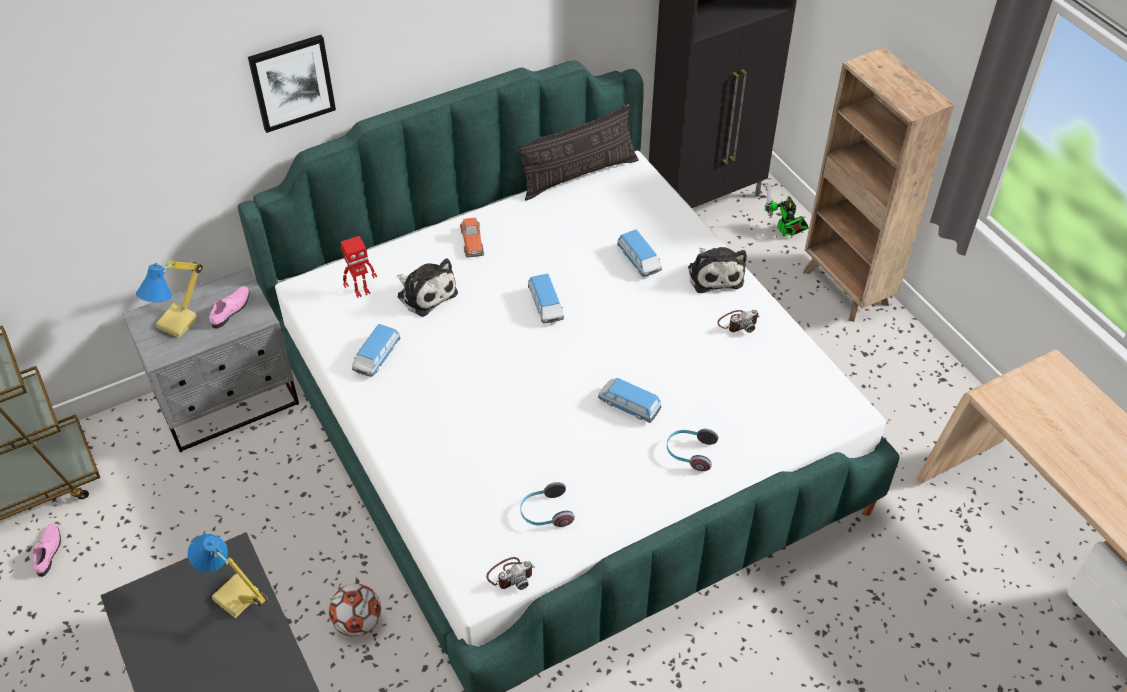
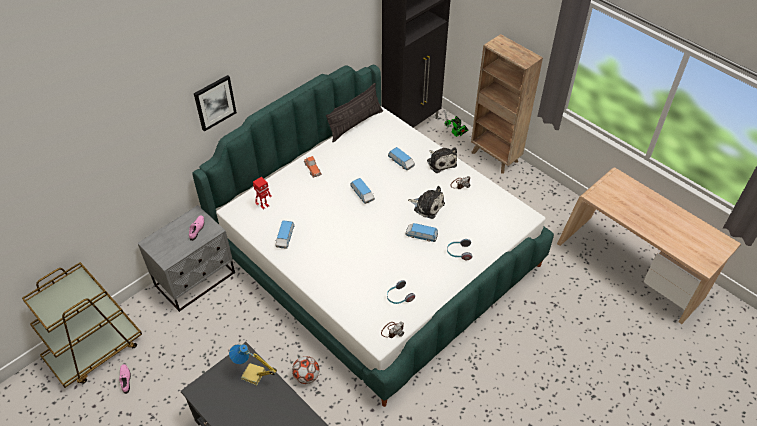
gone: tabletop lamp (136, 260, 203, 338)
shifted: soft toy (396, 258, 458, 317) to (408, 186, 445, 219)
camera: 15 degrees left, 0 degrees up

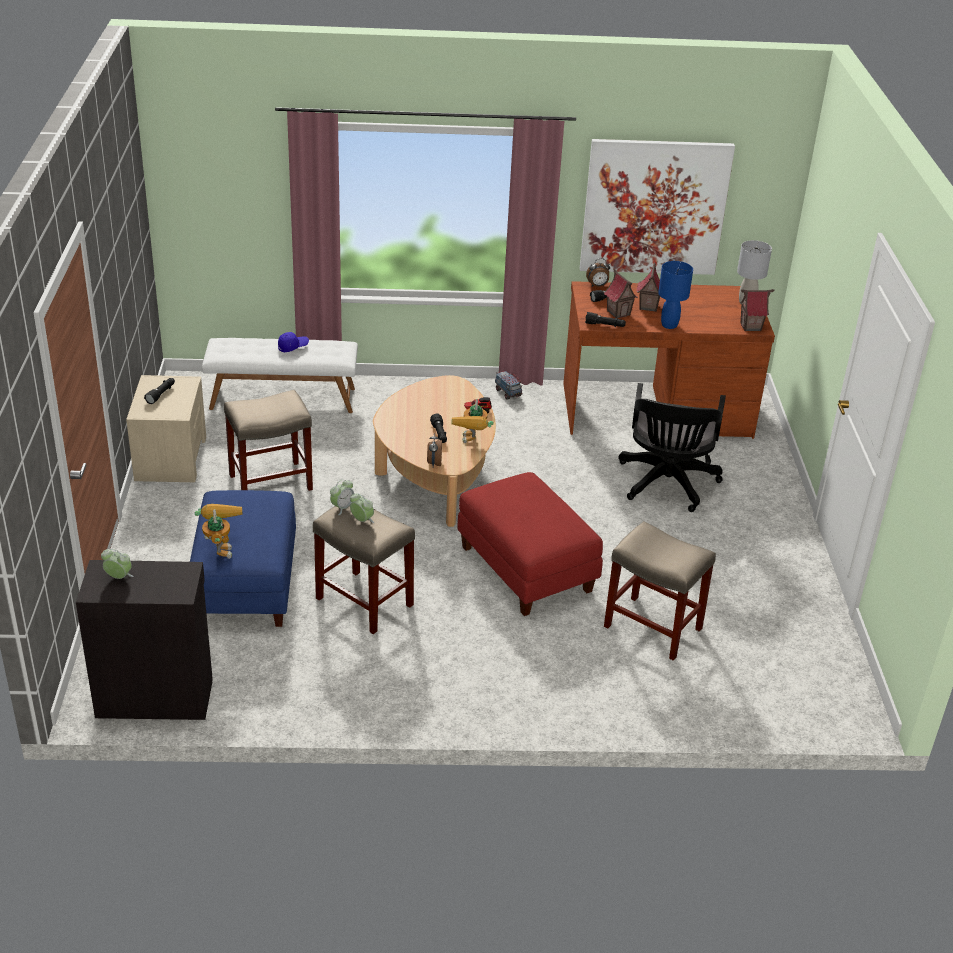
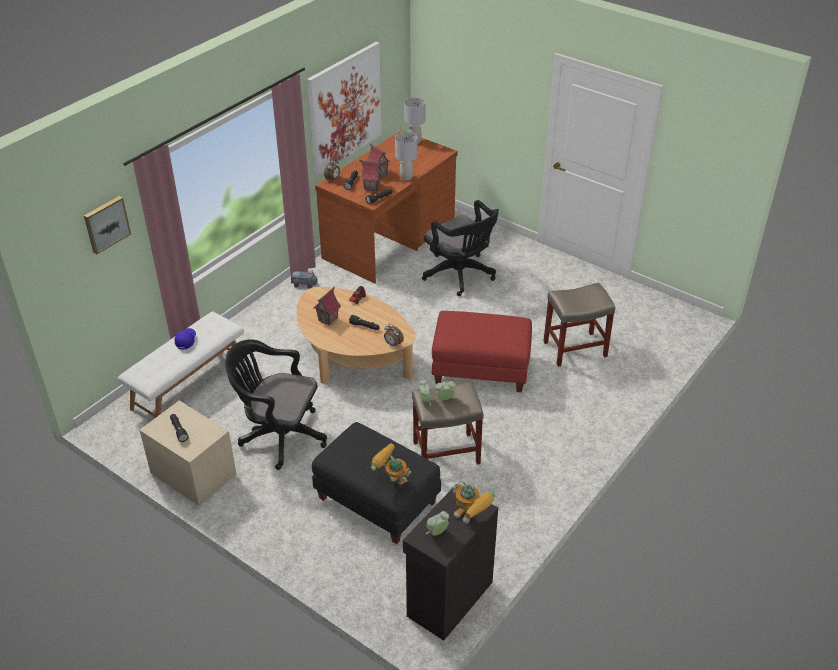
new: wall picture (84, 196, 131, 254)
shifted: model robot (451, 399, 494, 443) to (451, 481, 496, 524); toy house (740, 289, 774, 331) to (314, 286, 341, 326)
swapped: beige sitting stool (224, 390, 313, 491) to blackish desk chair (225, 339, 327, 470)
repainted: blue-coloured pouffe (190, 490, 296, 627) to blackish pouffe (312, 422, 441, 544); blue-coloured tabletop lamp (658, 261, 693, 329) to gray tabletop lamp (395, 132, 417, 181)
camera: 50 degrees left, 5 degrees up

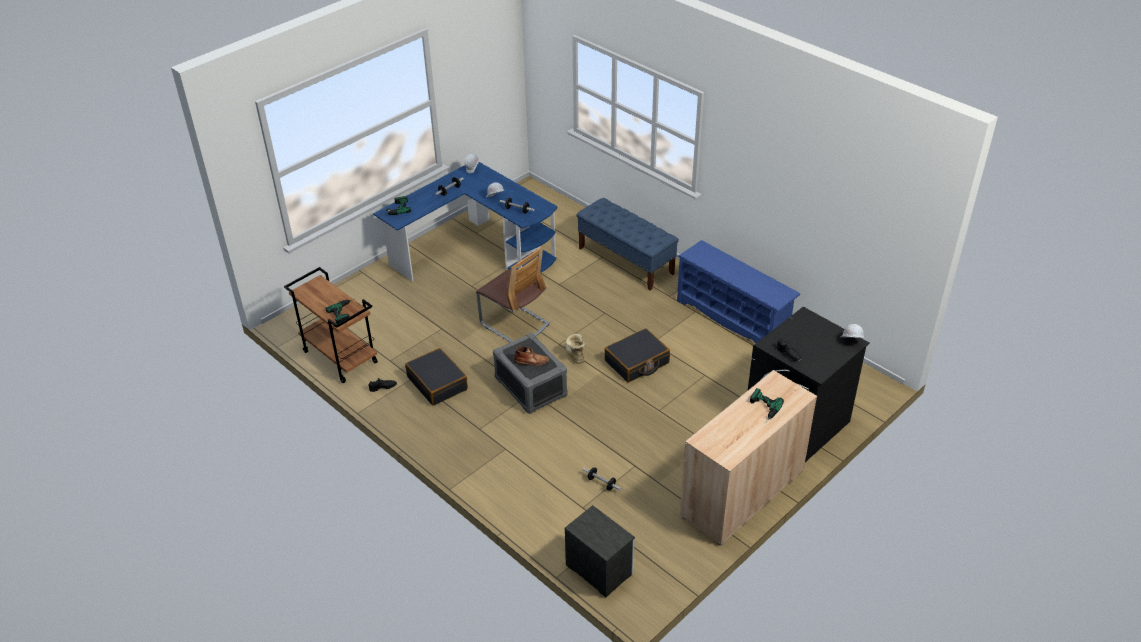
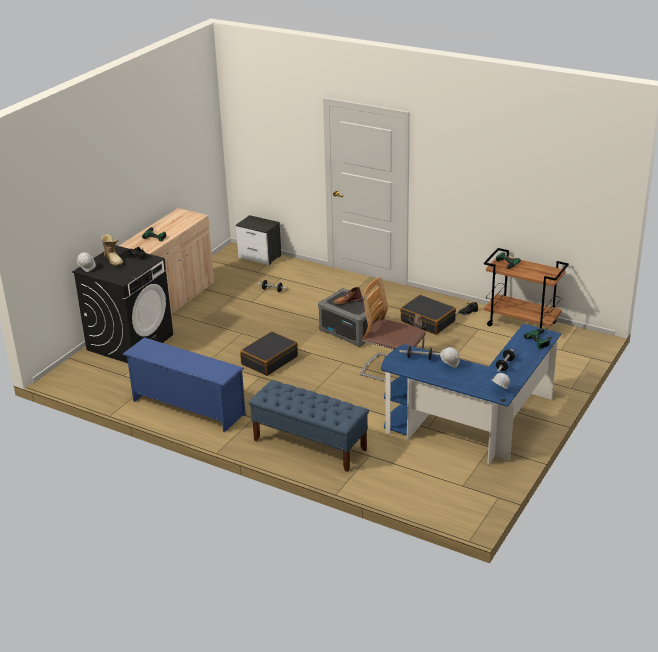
shifted: tall boot (565, 334, 585, 364) to (101, 234, 123, 267)
camera: 165 degrees right, 10 degrees down

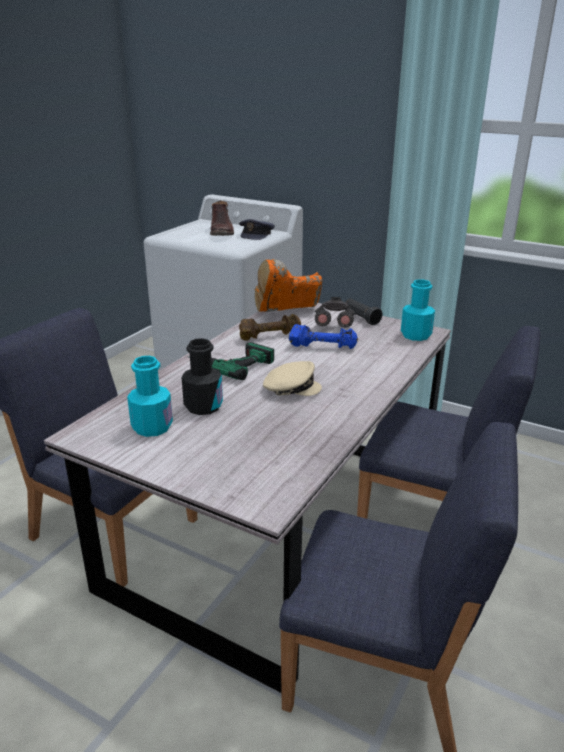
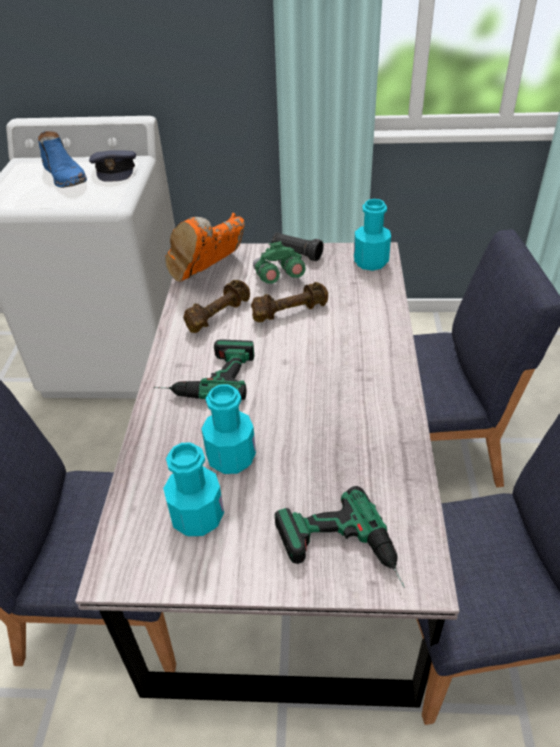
gone: beige cap (263, 361, 322, 396)
new: power drill (274, 486, 405, 588)
repainted: blackish drink bottle (182, 338, 223, 415) to blue-green drink bottle (202, 384, 256, 474); brownish tall boot (210, 201, 234, 236) to blue-coloured tall boot (38, 131, 87, 188); blue-coloured free weight (289, 324, 358, 349) to brownish free weight (251, 282, 328, 322); gray field glasses (315, 297, 355, 328) to green field glasses (253, 241, 306, 284)
camera: 25 degrees left, 15 degrees up

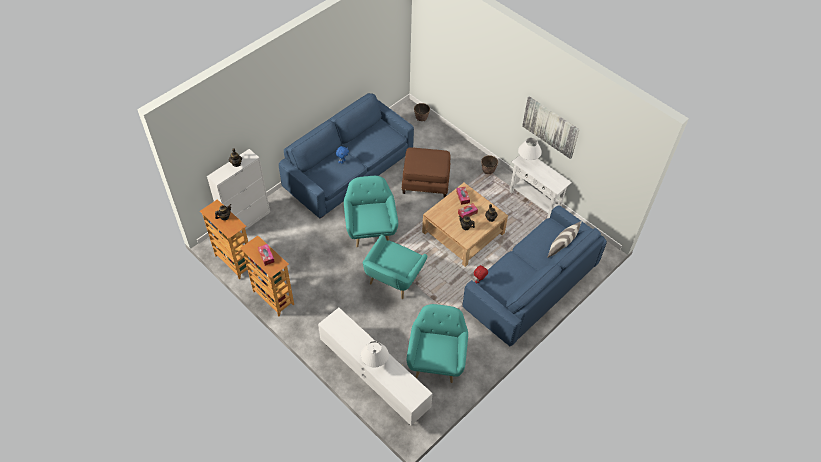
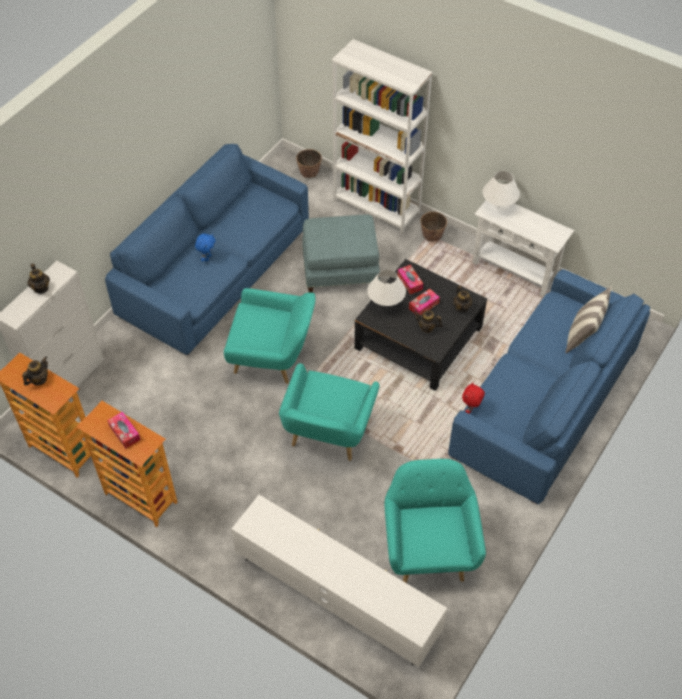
gone: wall picture (522, 96, 580, 159)
new: white bookcase (332, 39, 433, 234)
shifted: white tabletop lamp (361, 341, 389, 368) to (367, 269, 406, 306)
repainted: brownish pouffe (401, 147, 451, 198) to blue-coloured pouffe (302, 215, 380, 293); beige lounge table (422, 183, 508, 267) to blackish lounge table (354, 259, 487, 391)
rotated: blue-green easy chair (344, 176, 398, 248) = (224, 288, 315, 384) 120 degrees clockwise
camera: 10 degrees left, 0 degrees up

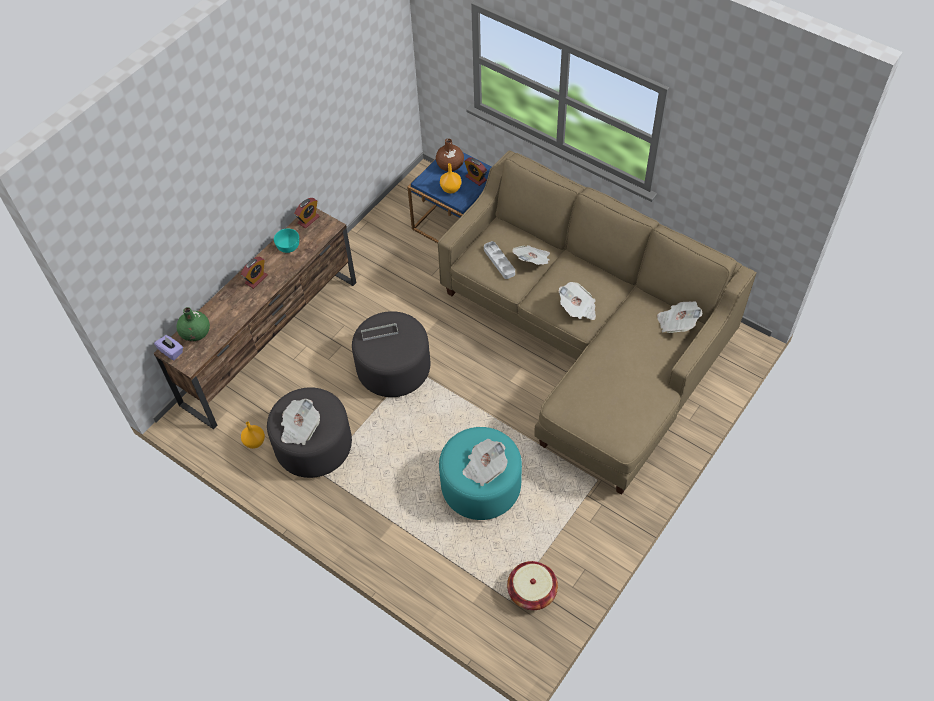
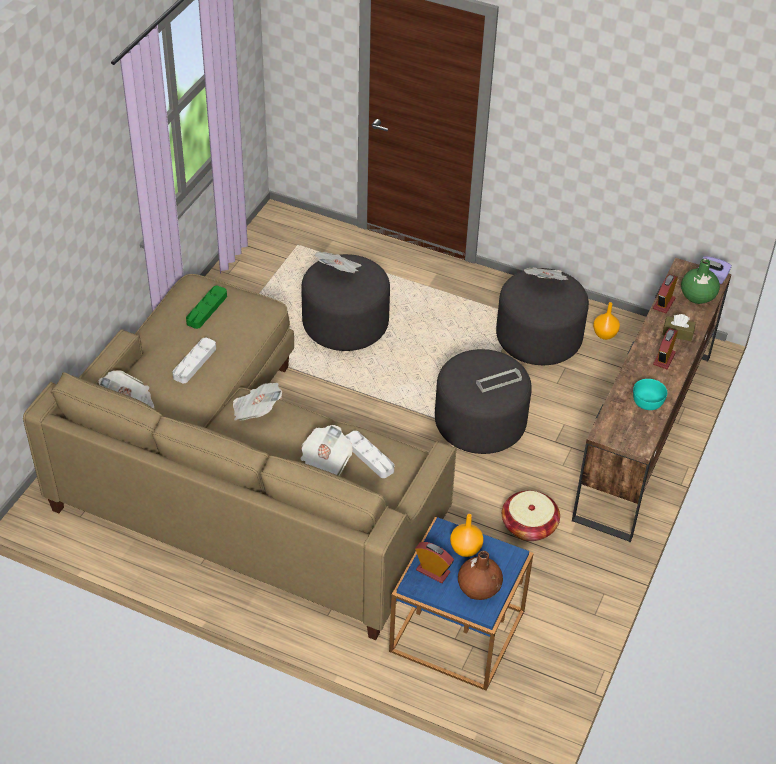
new: gray carrying tray (173, 338, 216, 383); green carrying tray (186, 286, 227, 329); brownish tissue box (662, 314, 696, 341)
shifted: alarm clock (294, 198, 320, 228) to (653, 274, 678, 313); storage basket (507, 561, 558, 610) to (502, 491, 560, 541)
repainted: blue-green pouffe (439, 427, 522, 520) to gray pouffe (301, 254, 390, 351)
camera: 165 degrees right, 10 degrees down

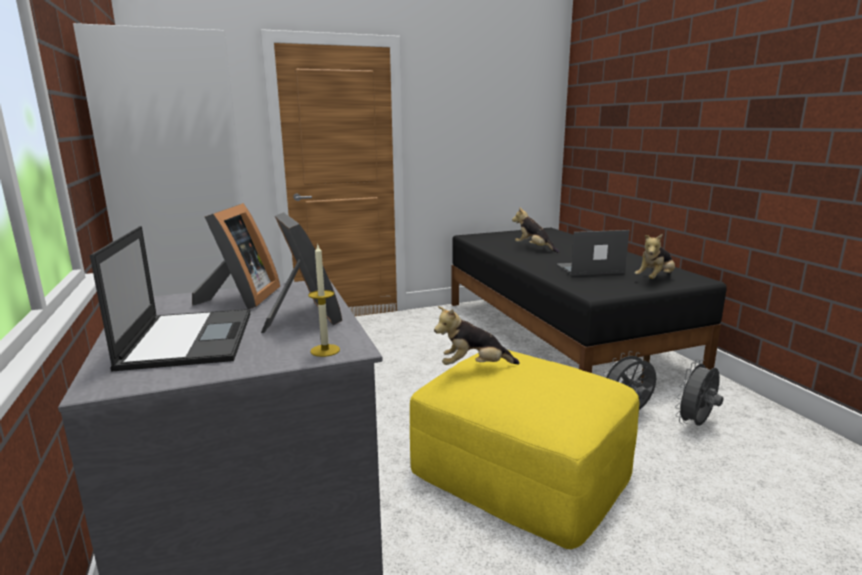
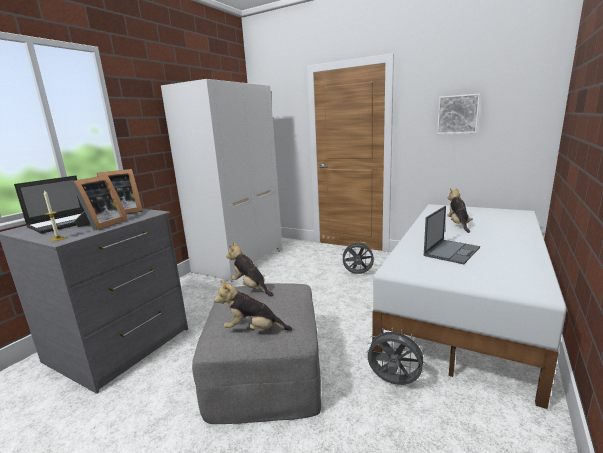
new: wall picture (437, 93, 480, 134)
shifted: soft toy (635, 234, 675, 279) to (214, 280, 292, 331); gray electric fan (675, 359, 723, 426) to (342, 241, 374, 274)
repainted: yellow-coloured pouffe (410, 350, 640, 549) to gray pouffe (192, 283, 321, 424); blackish sleeping bed (451, 228, 727, 383) to white sleeping bed (372, 204, 566, 409)
rotated: portable computer (556, 230, 629, 276) = (424, 206, 480, 264) 90 degrees clockwise
camera: 50 degrees right, 0 degrees up

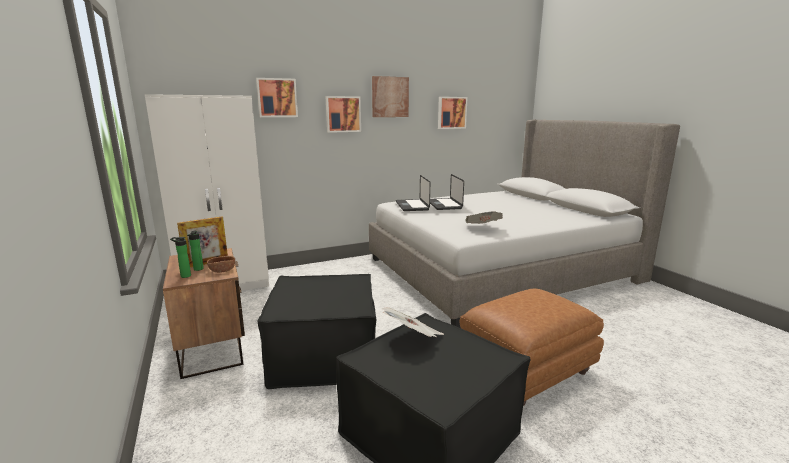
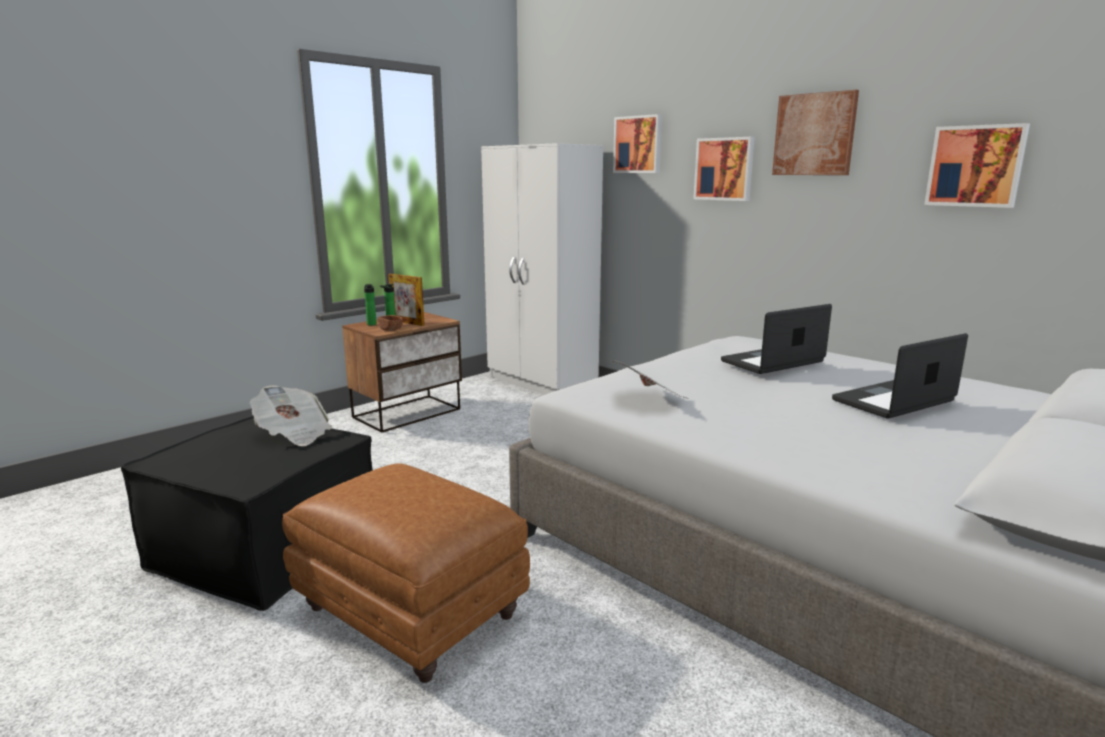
gone: blackish pouffe (258, 274, 376, 389)
shifted: portable computer (396, 175, 430, 211) to (832, 333, 968, 419)
camera: 70 degrees right, 0 degrees up

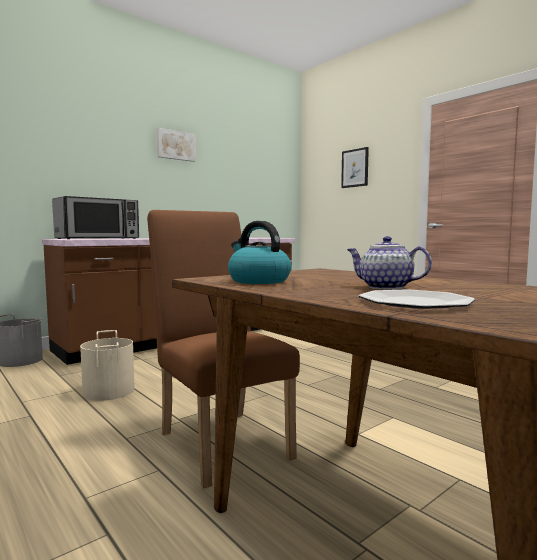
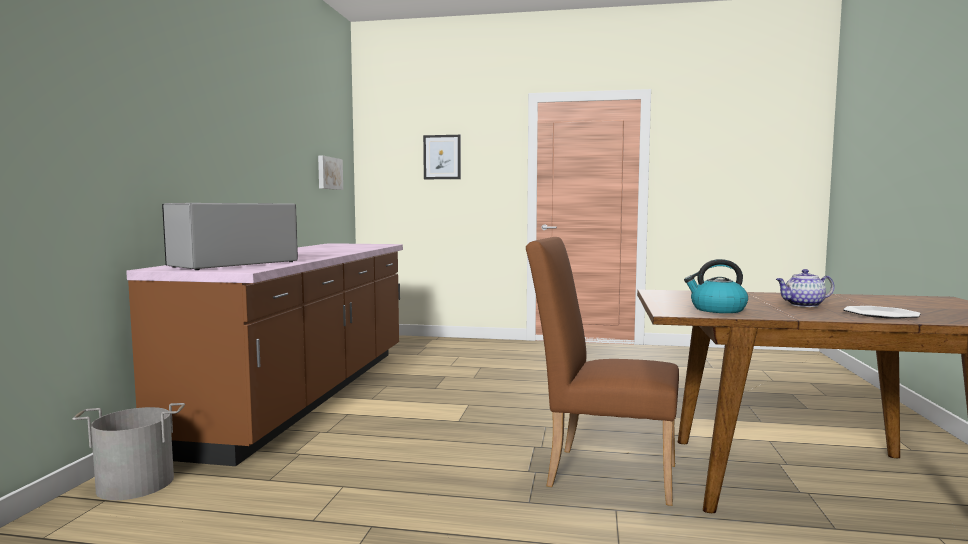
gone: beige pail (80, 330, 135, 401)
shifted: wall picture (157, 128, 196, 162) to (318, 155, 343, 190)
rotated: microwave oven (52, 196, 139, 239) = (162, 203, 298, 270) 150 degrees counterclockwise
camera: 40 degrees left, 0 degrees up

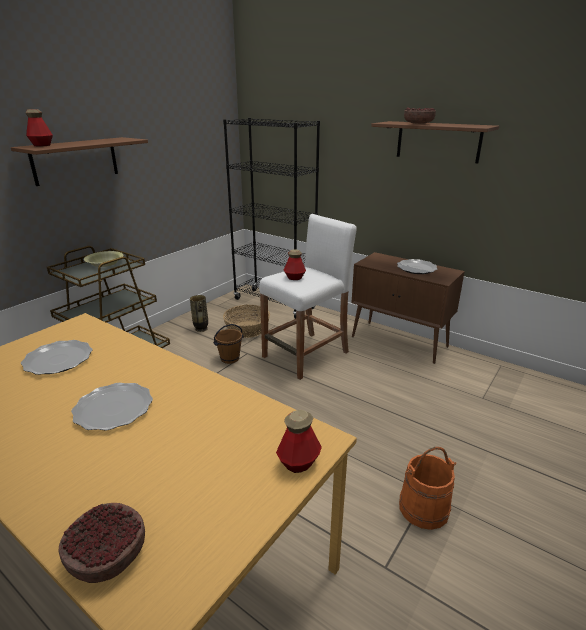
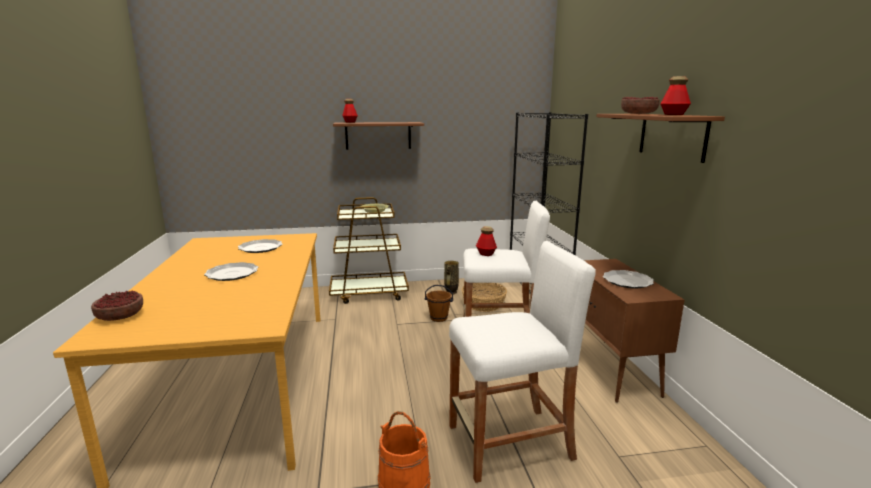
new: white sitting stool (449, 241, 596, 483)
shifted: drink bottle (276, 410, 322, 473) to (660, 76, 691, 115)
camera: 45 degrees right, 10 degrees down

